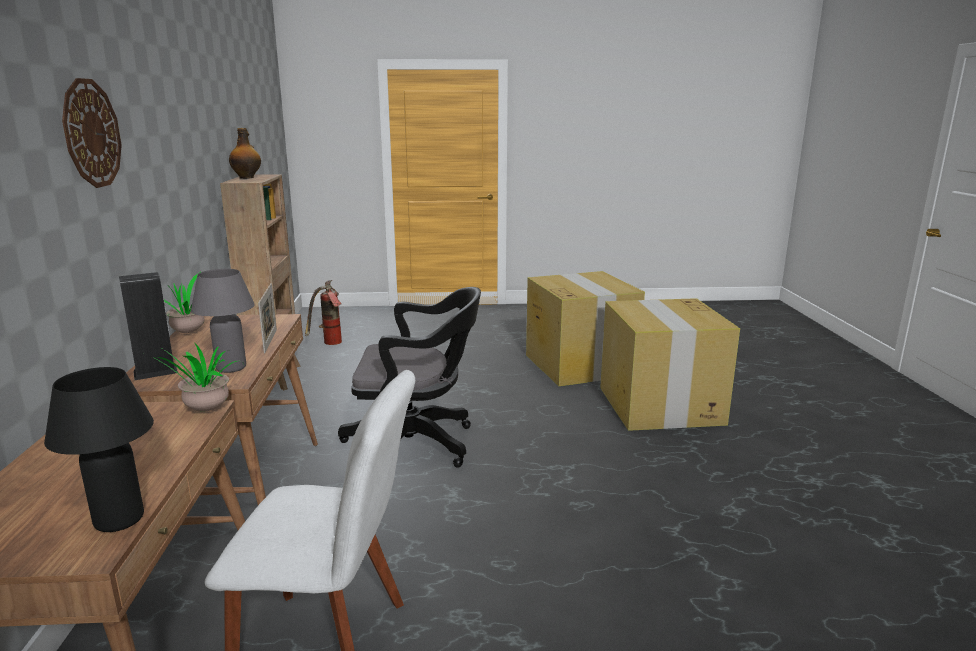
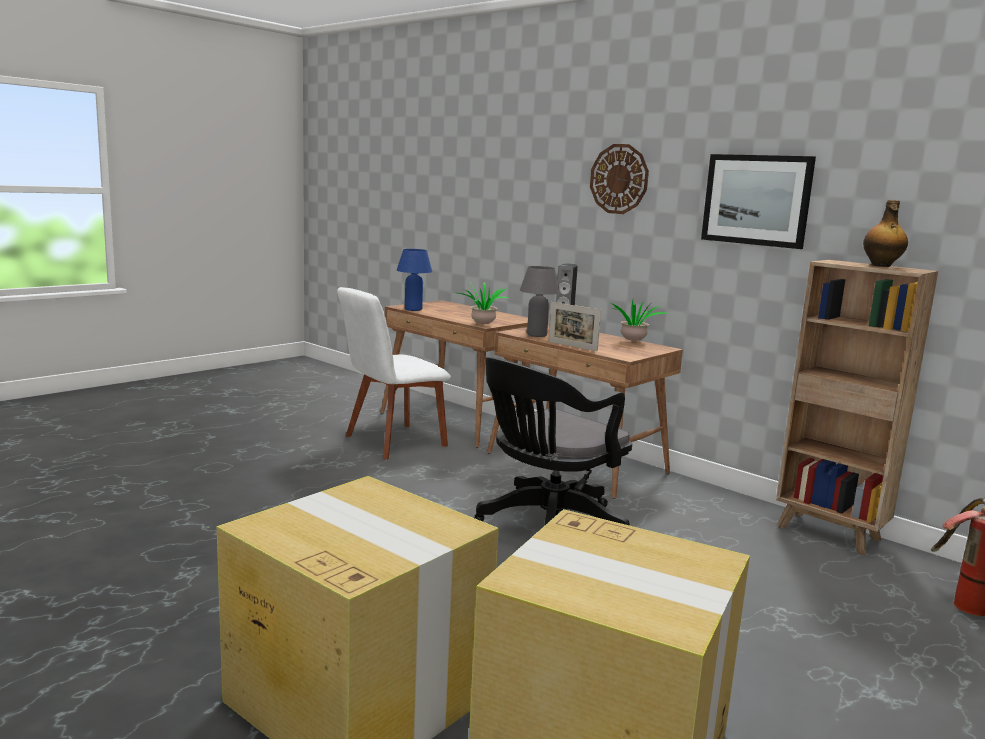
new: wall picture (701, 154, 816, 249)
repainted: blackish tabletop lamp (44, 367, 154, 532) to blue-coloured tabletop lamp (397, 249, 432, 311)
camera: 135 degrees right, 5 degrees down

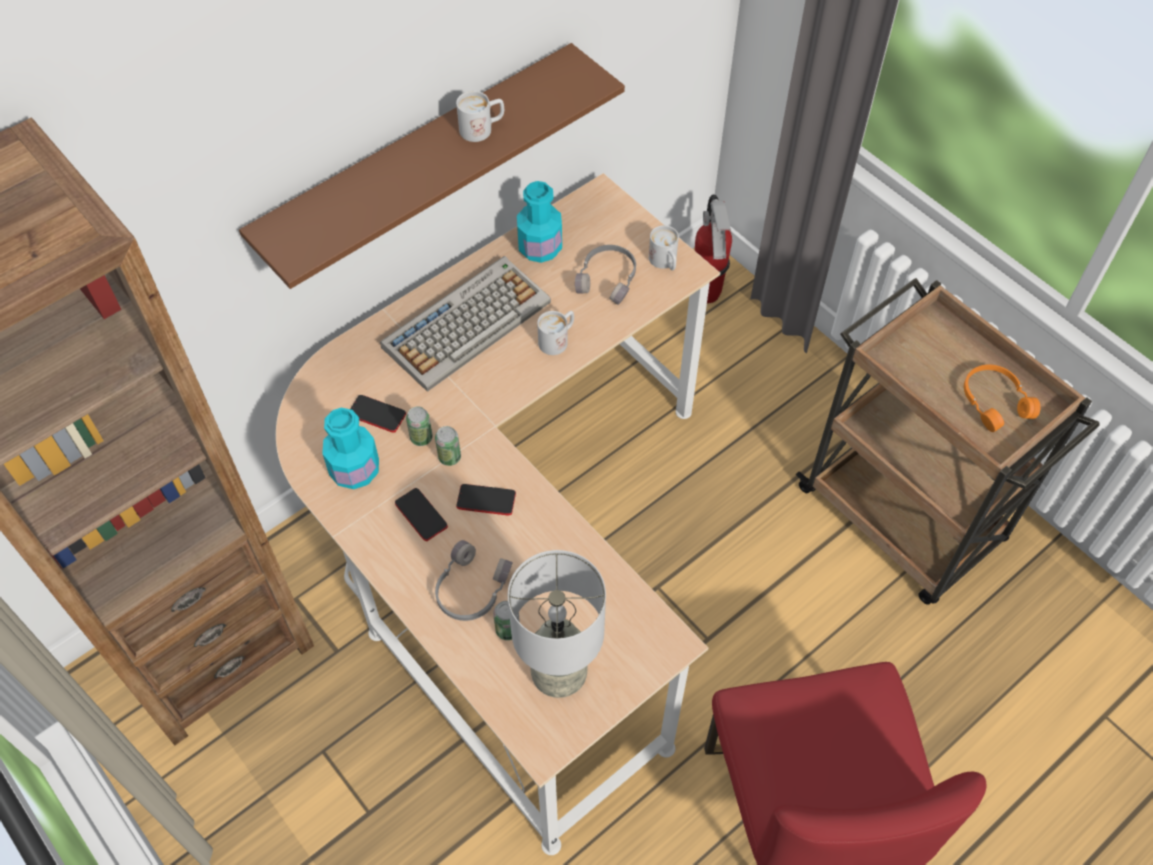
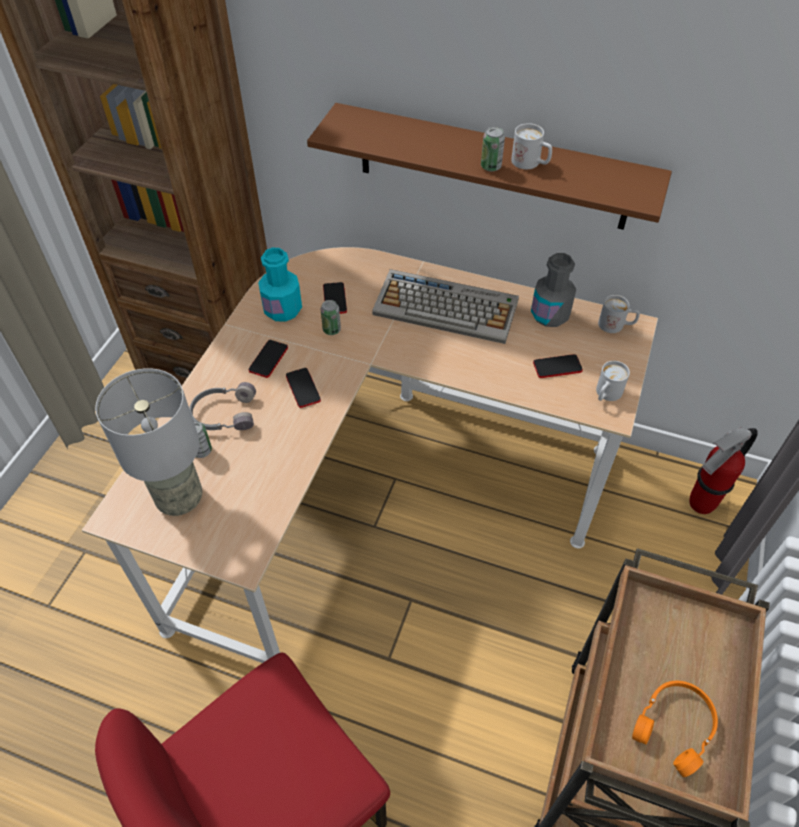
shifted: sealed can (435, 426, 461, 466) to (481, 127, 505, 172); white tea mug (537, 311, 574, 355) to (598, 295, 640, 333)
swapped: gray headphones (575, 245, 636, 305) to phone (533, 354, 583, 378)
repainted: blue-green drink bottle (517, 181, 562, 263) to gray drink bottle (531, 253, 576, 327)
camera: 60 degrees right, 5 degrees down

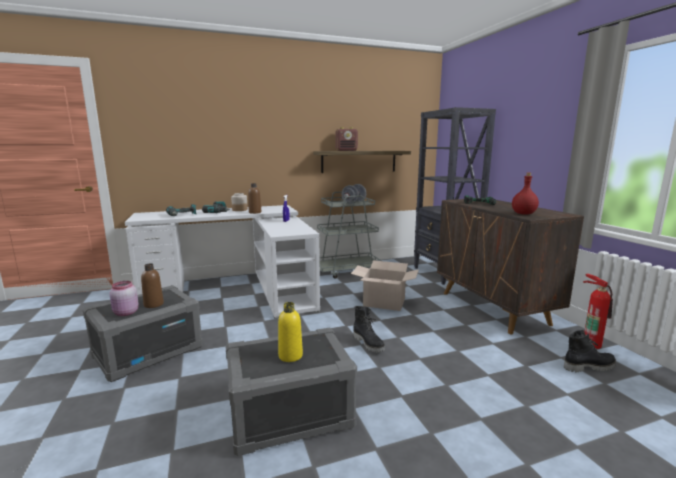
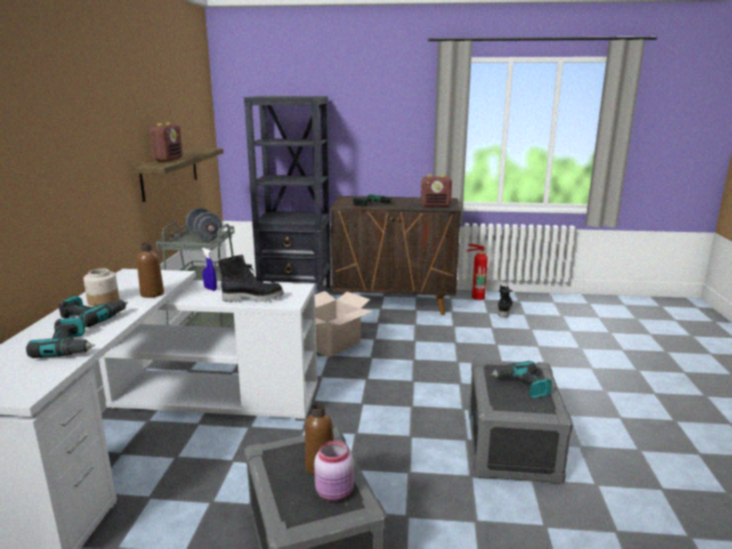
shifted: blackish tall boot (353, 306, 385, 353) to (218, 255, 284, 302)
swapped: yellow-coloured drink bottle (278, 302, 303, 362) to power drill (490, 361, 552, 398); red-coloured drink bottle (512, 173, 539, 215) to radio receiver (421, 175, 452, 207)
camera: 65 degrees left, 5 degrees up

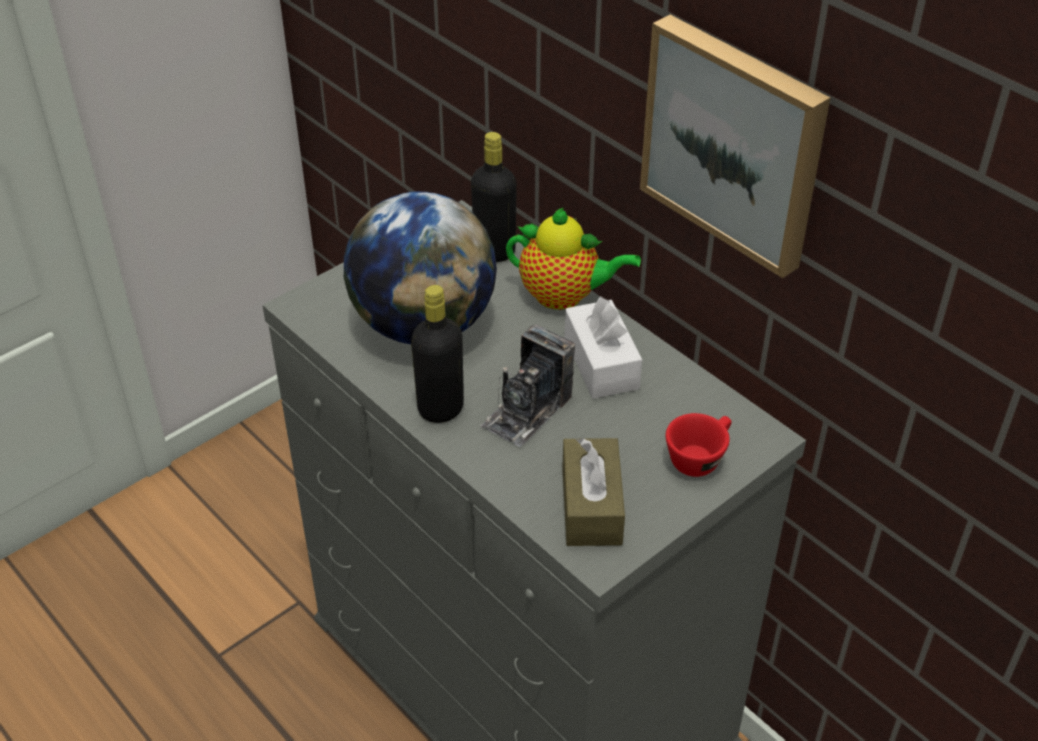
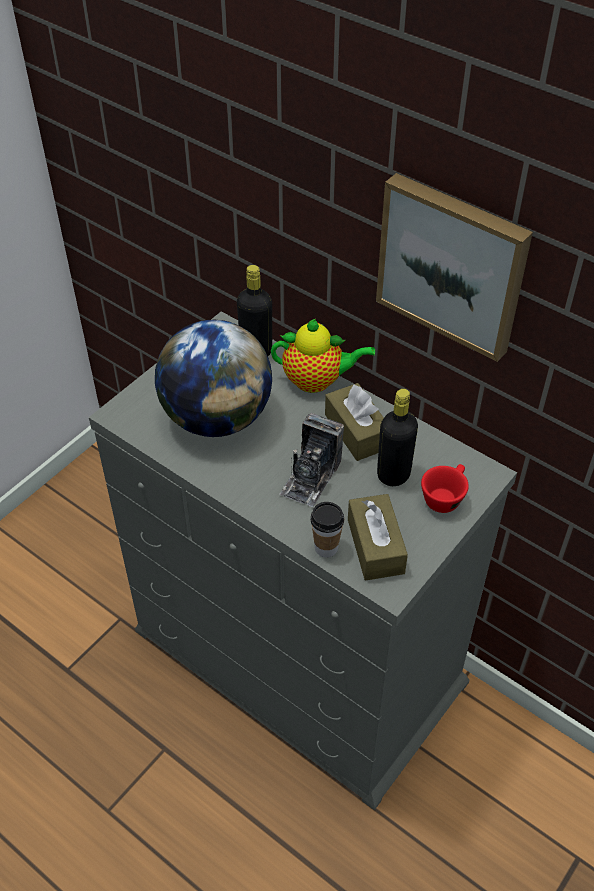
new: small cup (310, 502, 344, 557)
shifted: blackish drink bottle (411, 285, 464, 423) to (377, 389, 418, 486)
repainted: white tissue box (564, 297, 642, 399) to brownish tissue box (325, 383, 384, 461)
camera: 10 degrees left, 5 degrees up

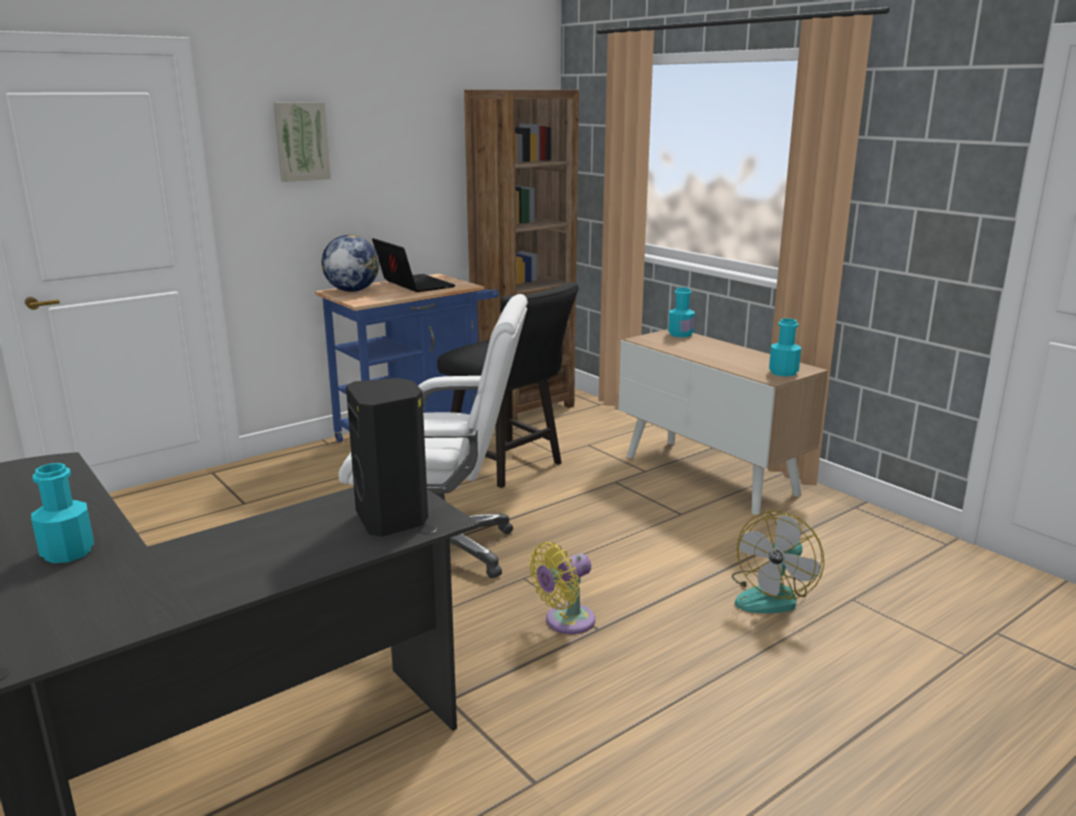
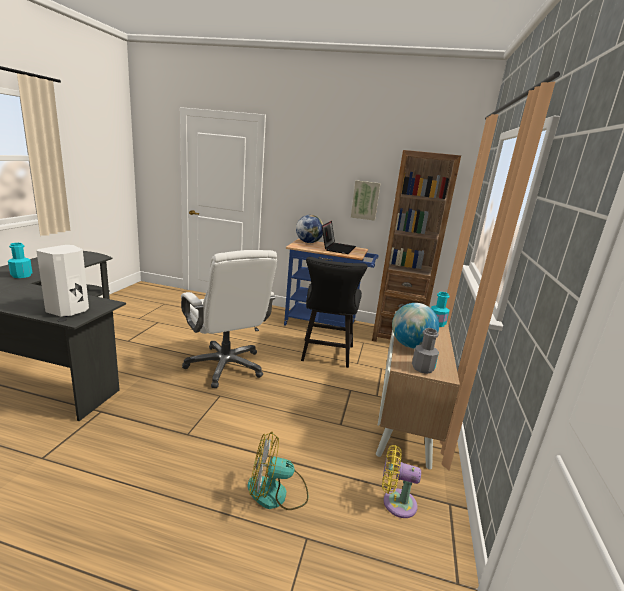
new: world globe (392, 303, 439, 349)
shifted: wall picture (274, 102, 331, 182) to (351, 180, 381, 221); yellow-coloured electric fan (529, 542, 595, 634) to (382, 445, 421, 518)
repainted: blackish audio speaker (346, 378, 428, 537) to white audio speaker (37, 245, 89, 317); blue-green drink bottle (769, 318, 801, 376) to gray drink bottle (412, 328, 439, 374)
camera: 50 degrees right, 0 degrees up

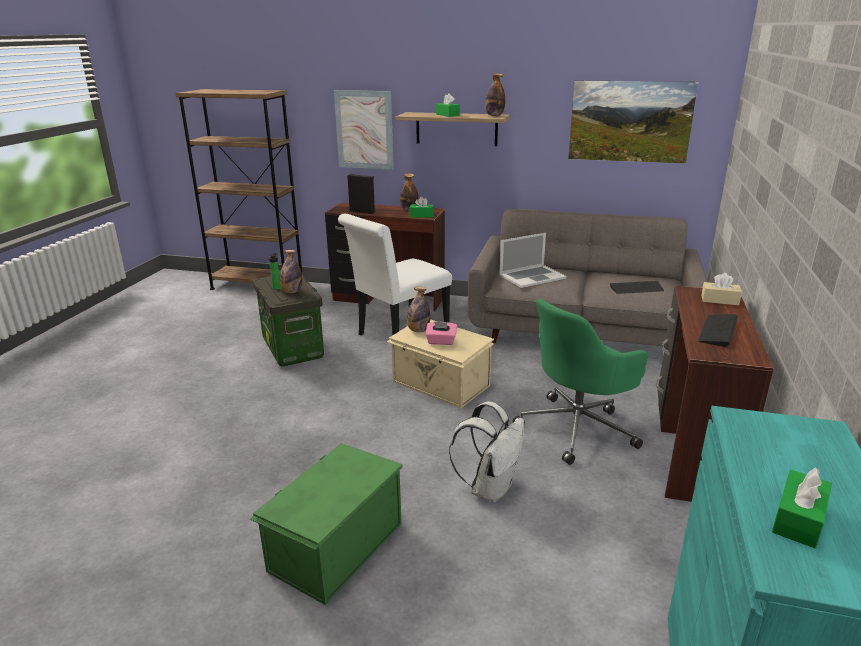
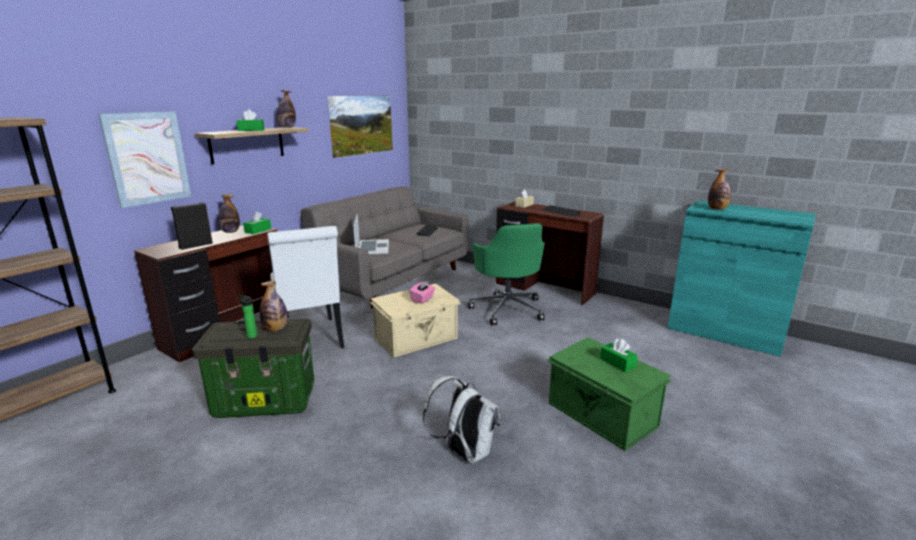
shifted: drink bottle (407, 287, 430, 332) to (708, 169, 731, 210); white knapsack (449, 401, 524, 503) to (423, 376, 500, 464); green tissue box (772, 467, 832, 548) to (600, 338, 638, 372)
camera: 70 degrees left, 5 degrees down

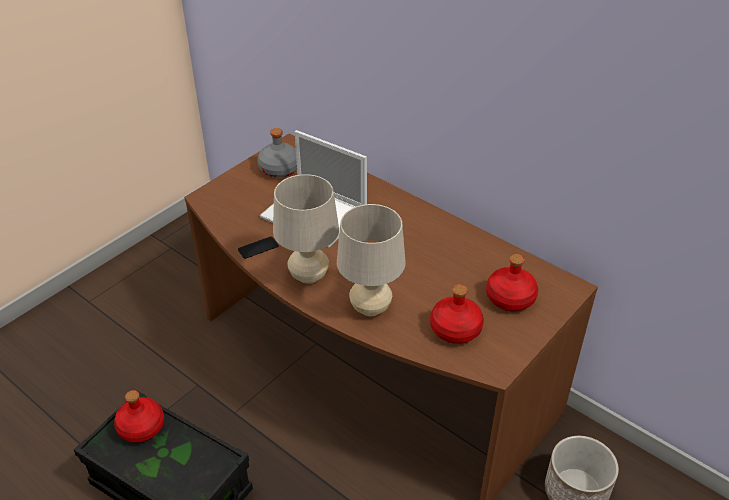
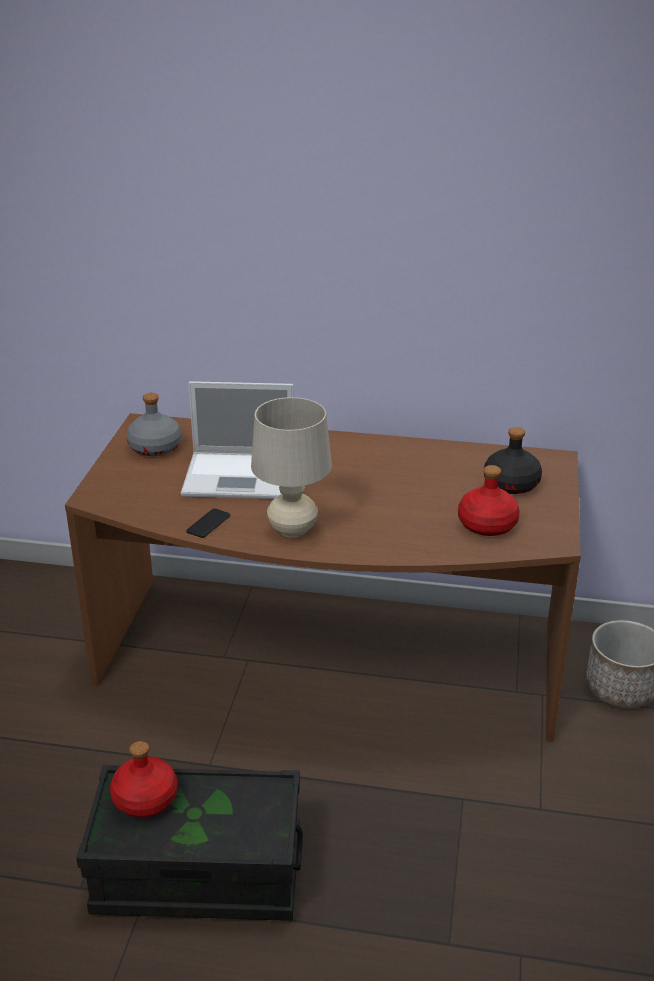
gone: beige tabletop lamp (337, 204, 406, 316)
repainted: red-coloured drink bottle (486, 254, 538, 312) to blackish drink bottle (484, 427, 542, 494)
camera: 30 degrees left, 10 degrees down

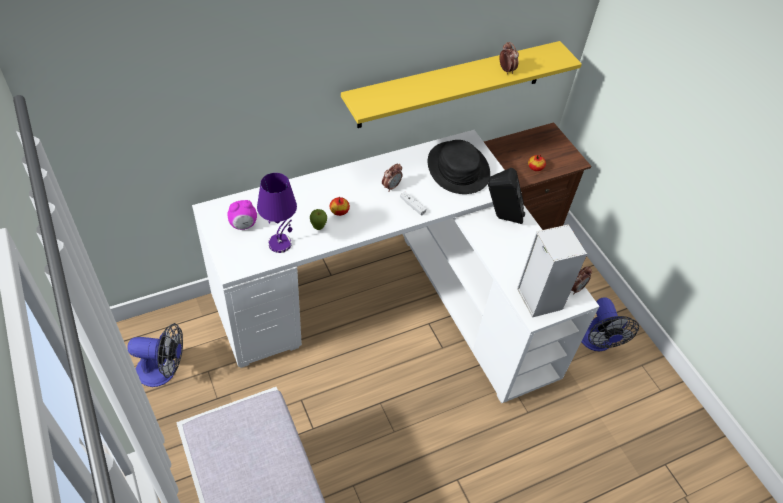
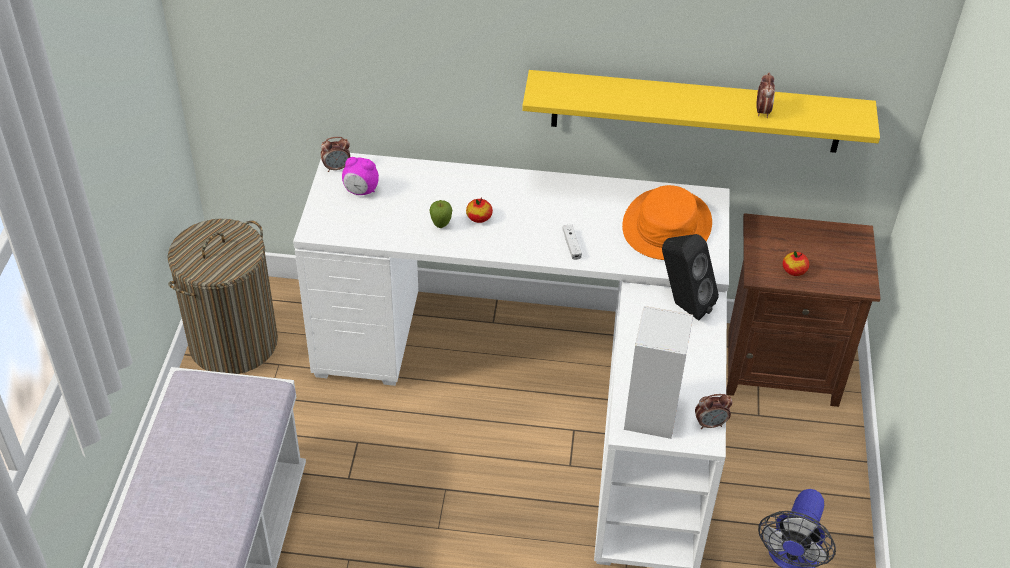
gone: purplish tabletop lamp (257, 173, 297, 253)
shifted: alarm clock (382, 163, 402, 192) to (321, 137, 350, 172)
swapped: electric fan (127, 323, 183, 387) to laundry basket (167, 219, 278, 374)
repainted: blackish wearable hat (428, 140, 490, 194) to orange-coloured wearable hat (622, 185, 712, 260)
camera: 35 degrees right, 5 degrees down

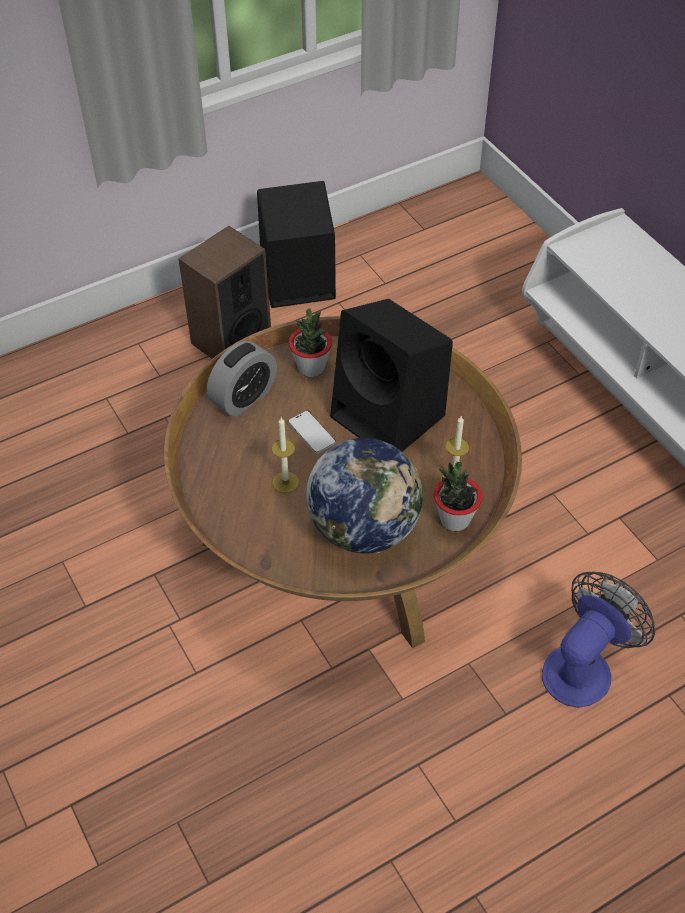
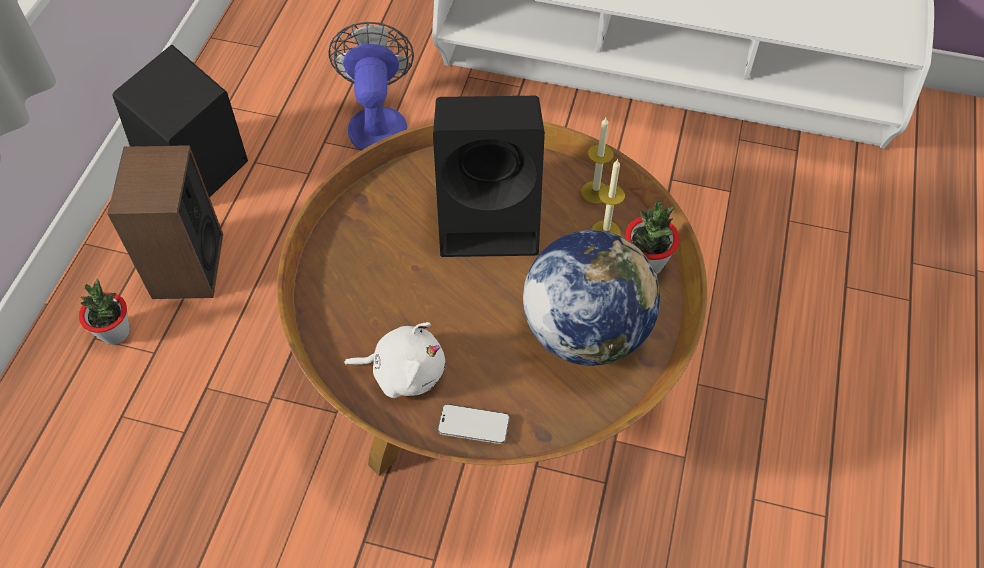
gone: alarm clock (207, 341, 277, 417)
new: white soft toy (344, 322, 445, 398)
shifted: candle (272, 417, 299, 493) to (581, 118, 614, 204); phone (288, 411, 336, 453) to (438, 404, 509, 444); potted plant (289, 309, 332, 377) to (79, 279, 130, 345); electric fan (542, 571, 655, 708) to (328, 21, 414, 150)
camera: 45 degrees left, 5 degrees up

